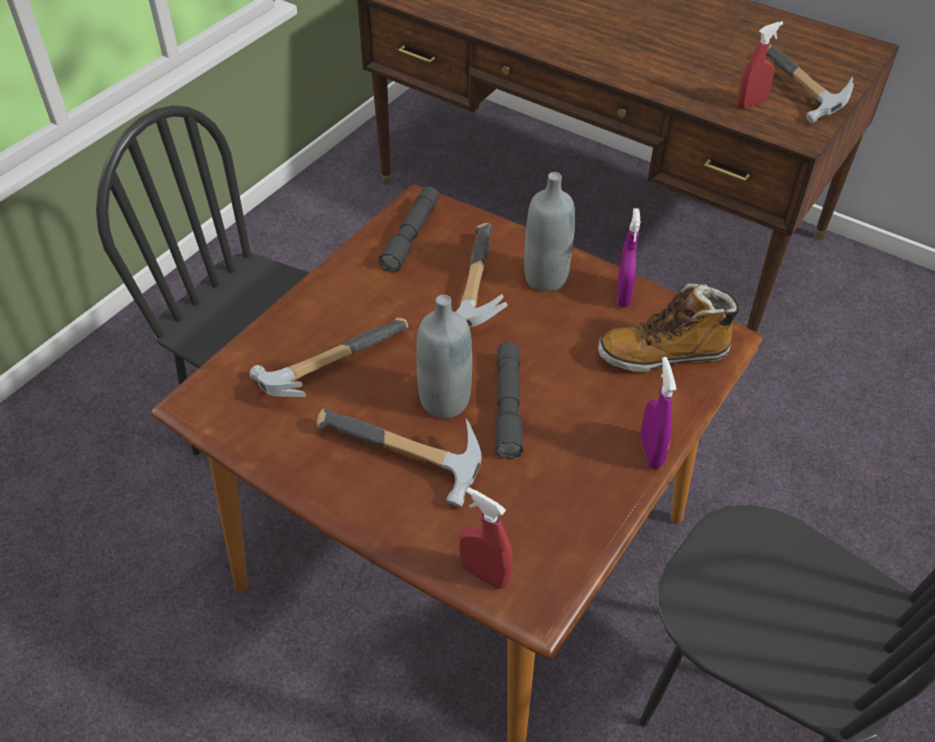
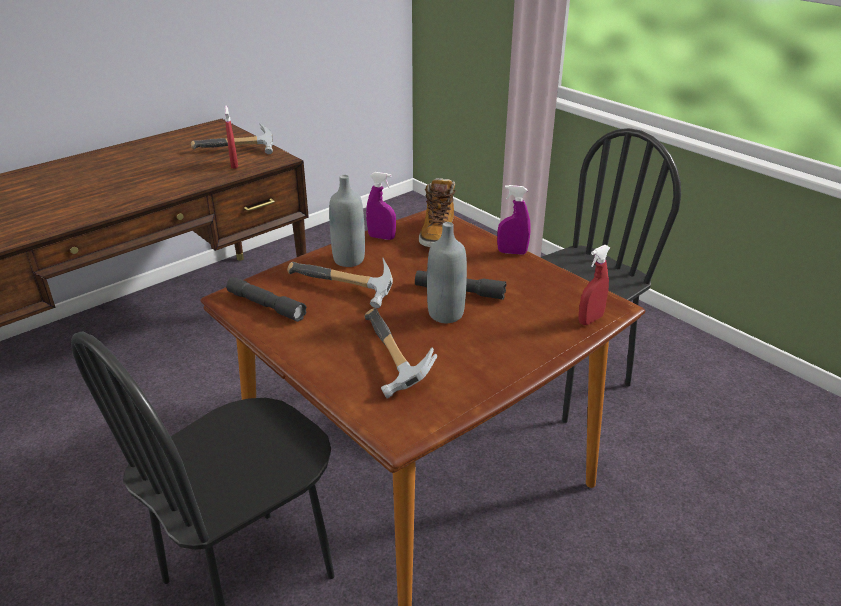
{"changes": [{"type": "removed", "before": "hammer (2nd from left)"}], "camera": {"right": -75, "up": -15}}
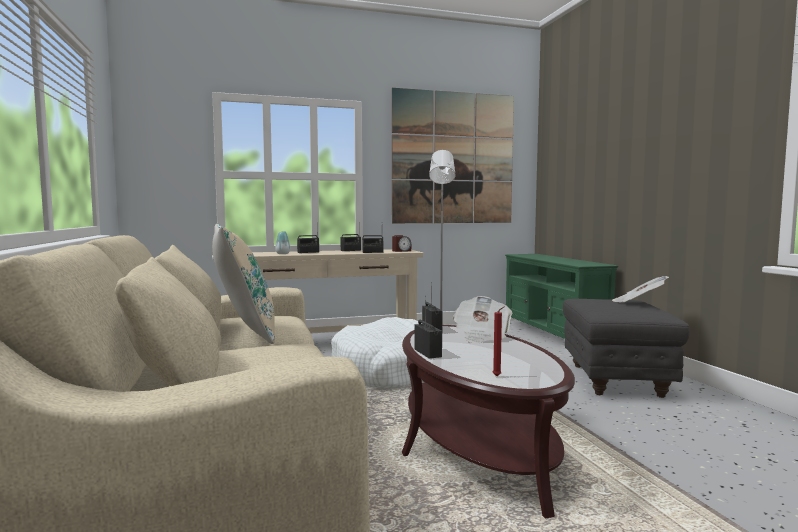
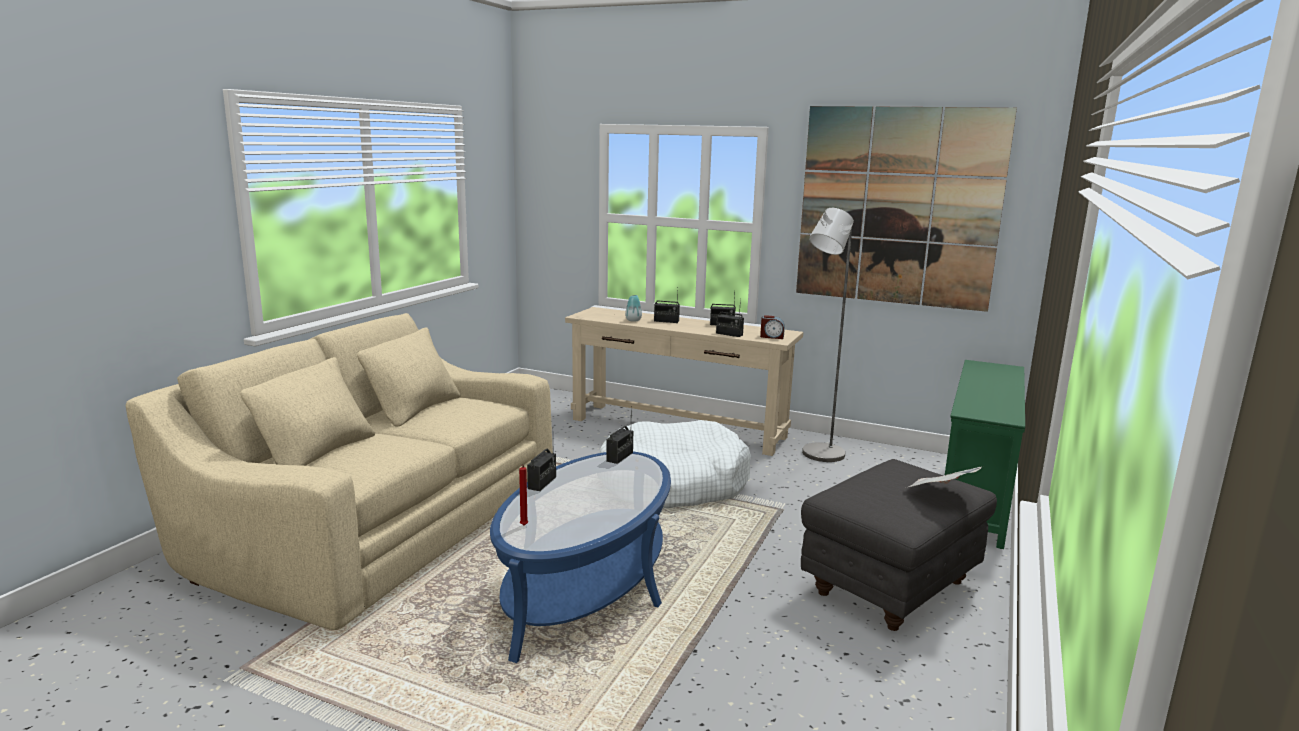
{"changes": [{"type": "removed", "before": "beige_pillow"}, {"type": "recoloured", "before": "brown_coffee_table", "after": "blue_coffee_table"}, {"type": "removed", "before": "newspaper (1st from left)"}], "camera": {"right": 40, "up": 10}}
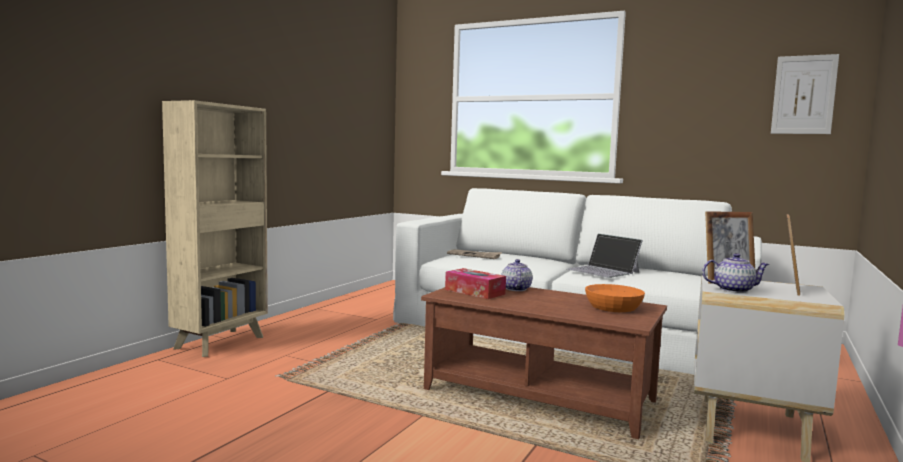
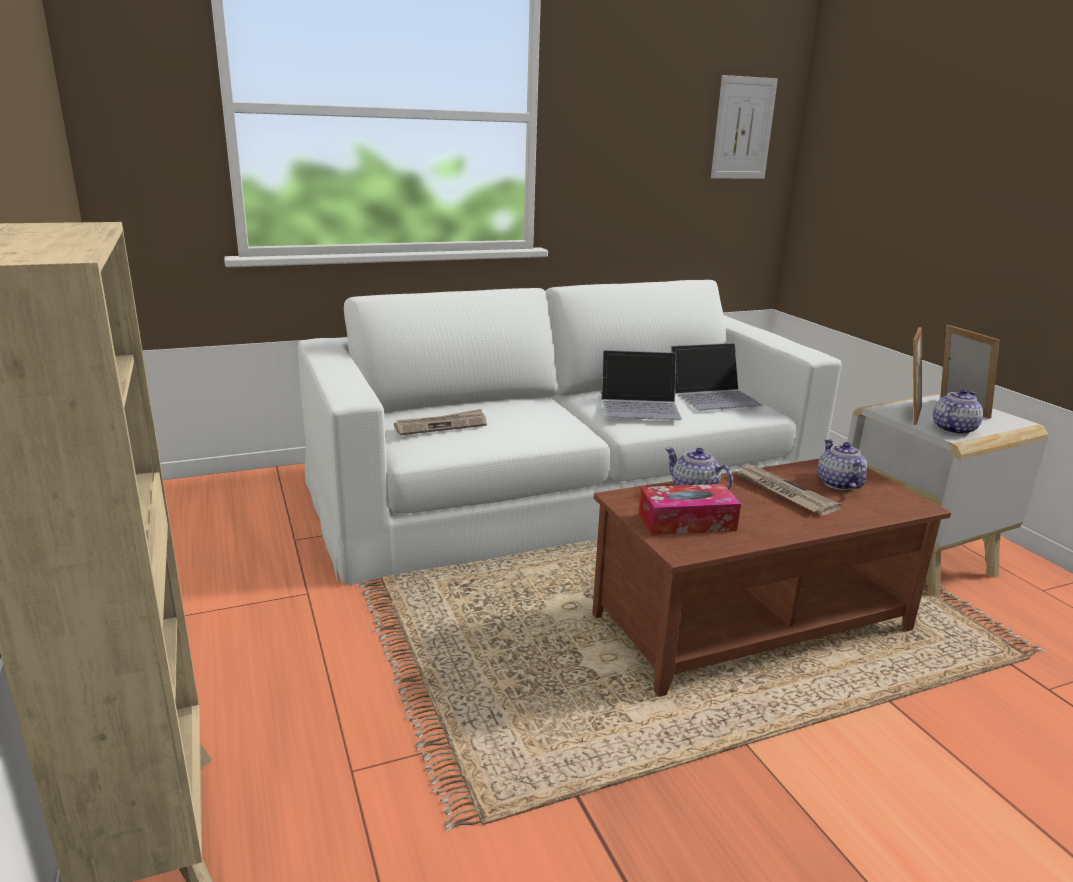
{"changes": [{"type": "replaced", "before": "orange_bowl", "after": "teapot (2nd from left)"}, {"type": "added", "after": "laptop (2nd from left)"}, {"type": "added", "after": "newspaper (2nd from left)"}], "camera": {"right": -50, "up": 15}}
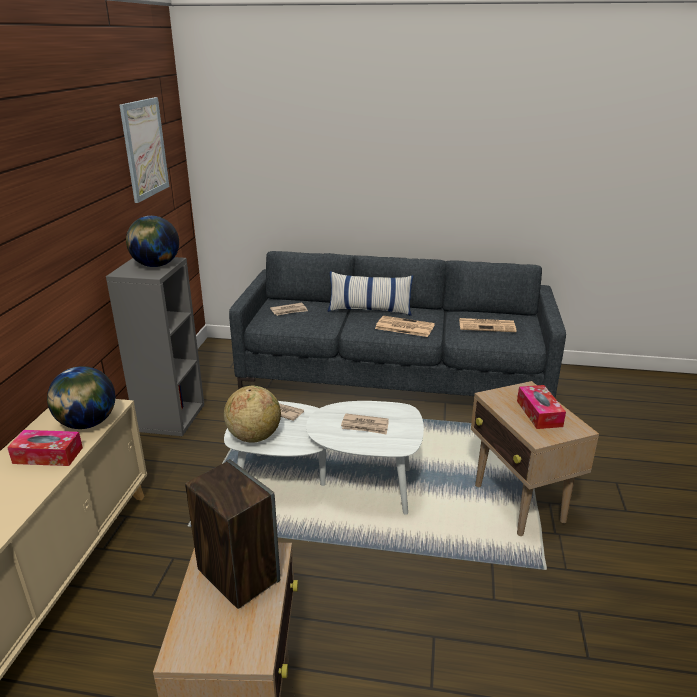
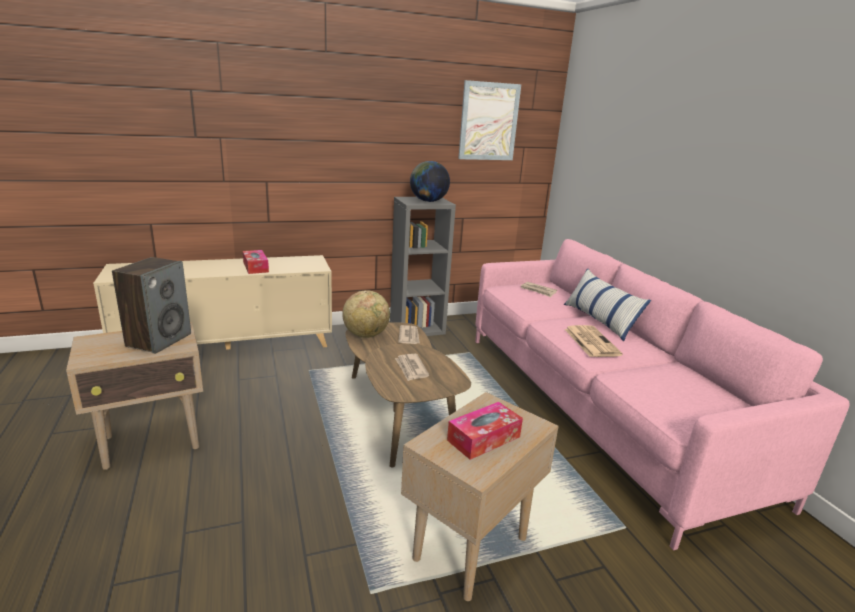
{"changes": [{"type": "removed", "before": "globe (1st from left)"}, {"type": "recoloured", "before": "white_coffee_table", "after": "brown_coffee_table"}, {"type": "recoloured", "before": "grey_sofa", "after": "pink_sofa"}, {"type": "removed", "before": "newspaper (5th from left)"}], "camera": {"right": 60, "up": -5}}
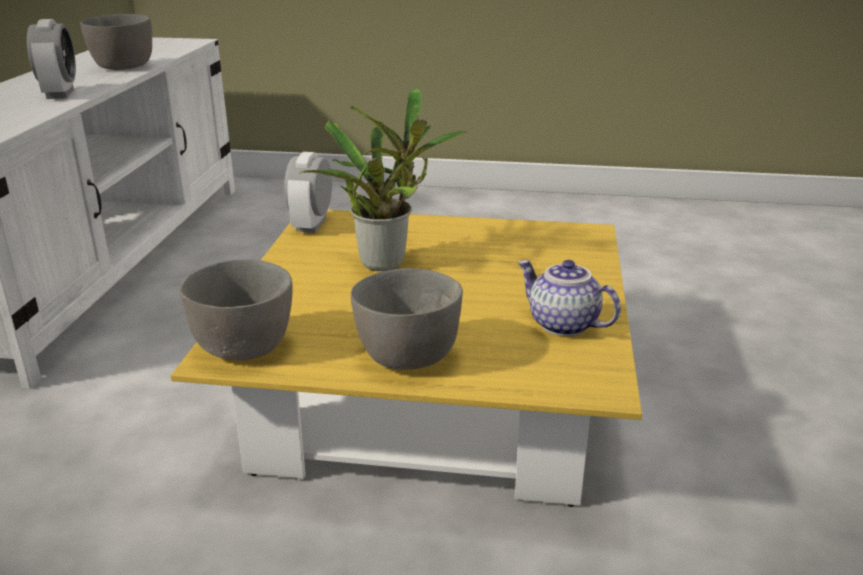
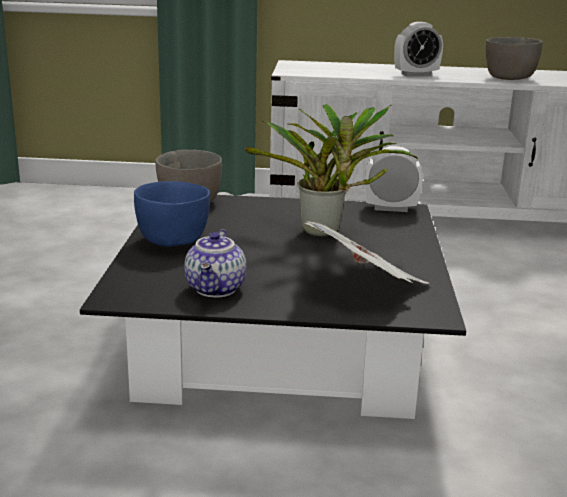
{"changes": [{"type": "recoloured", "before": "yellow_coffee_table", "after": "black_coffee_table"}, {"type": "recoloured", "before": "grey_bowl (3rd from left)", "after": "blue_bowl"}, {"type": "turned", "before": "teapot", "turn": 150}, {"type": "added", "after": "newspaper"}], "camera": {"right": 85, "up": -5}}
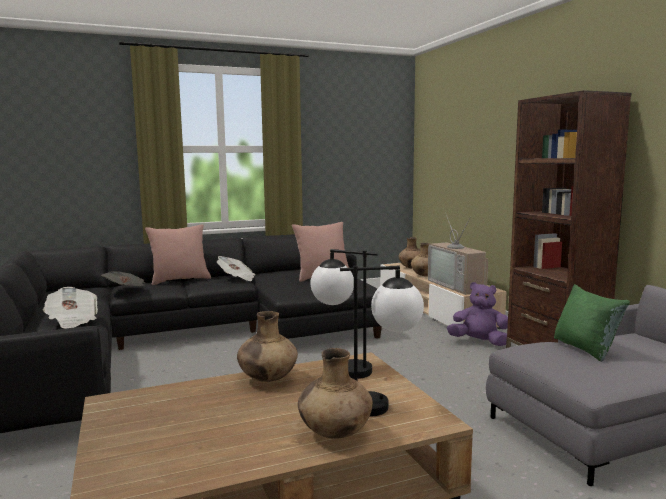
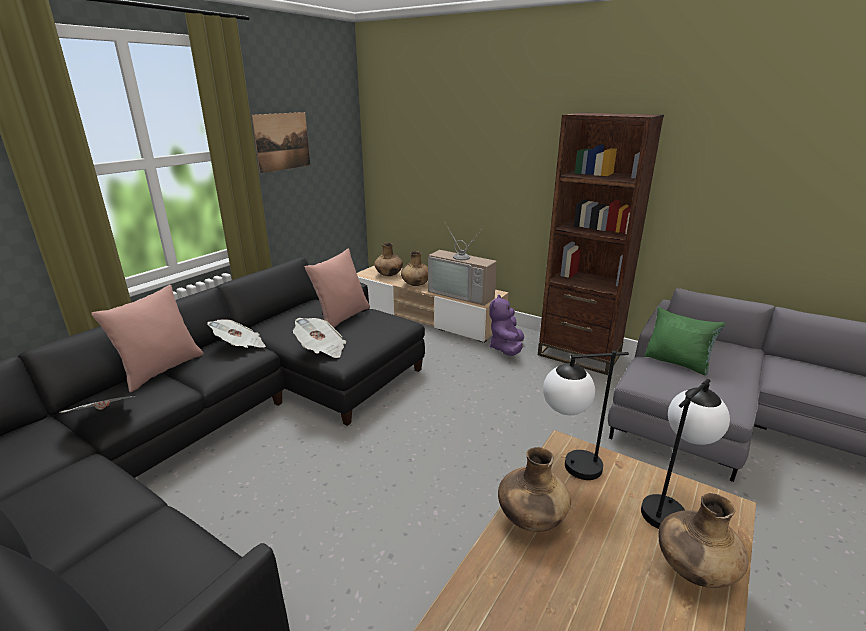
{"changes": [{"type": "moved", "before": "newspaper (1st from left in the first image)", "after": "newspaper (3rd from left)"}, {"type": "turned", "before": "purple_plush_toy", "turn": -60}, {"type": "added", "after": "picture"}], "camera": {"right": -35, "up": 15}}
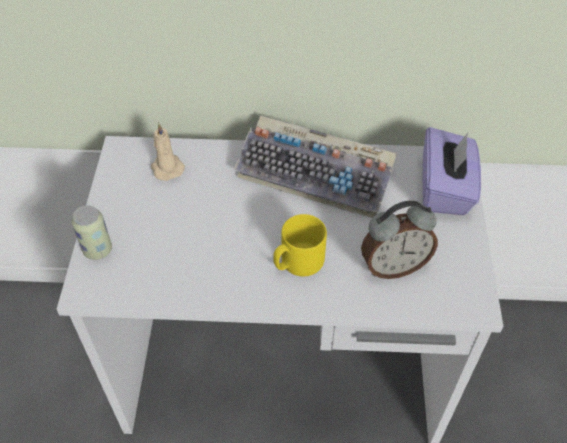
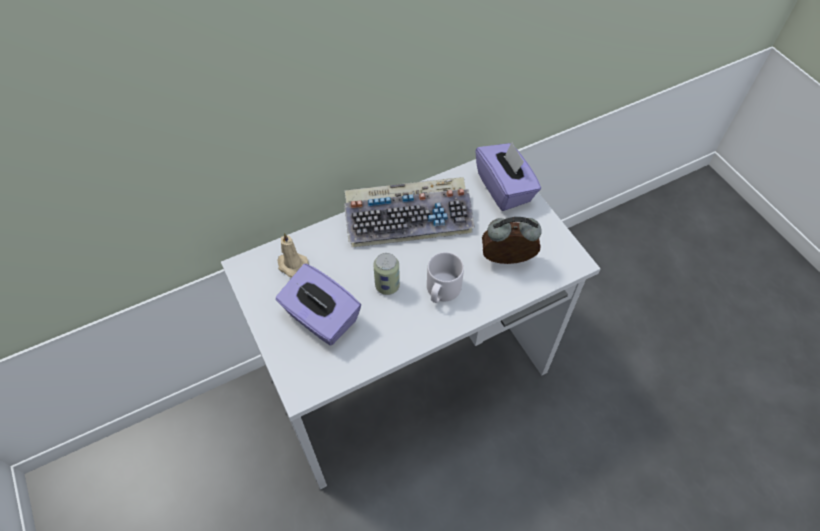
{"changes": [{"type": "moved", "before": "can"}, {"type": "recoloured", "before": "yellow_mug", "after": "white_mug"}, {"type": "turned", "before": "alarm_clock", "turn": -135}, {"type": "added", "after": "purple_tissue_box (1st from left)"}], "camera": {"right": -30, "up": 5}}
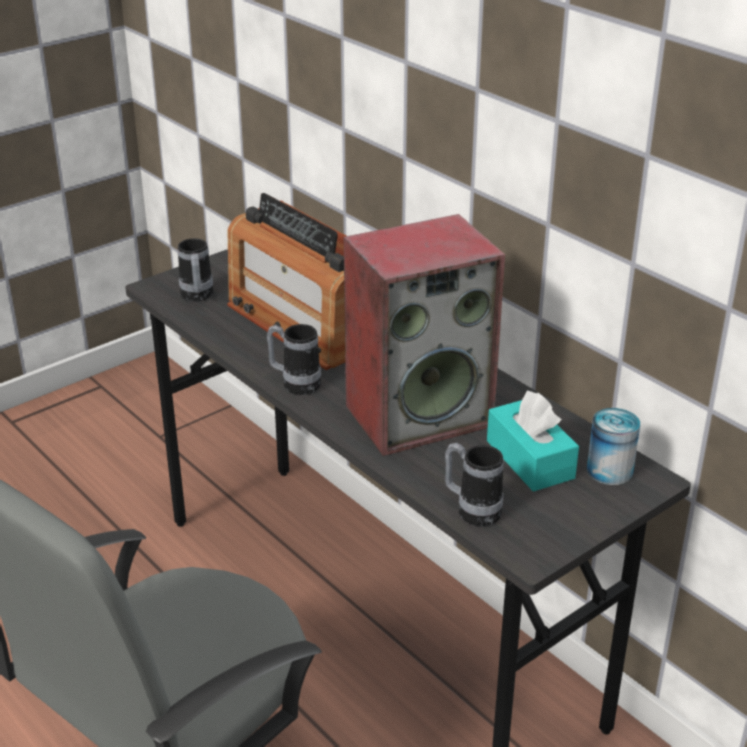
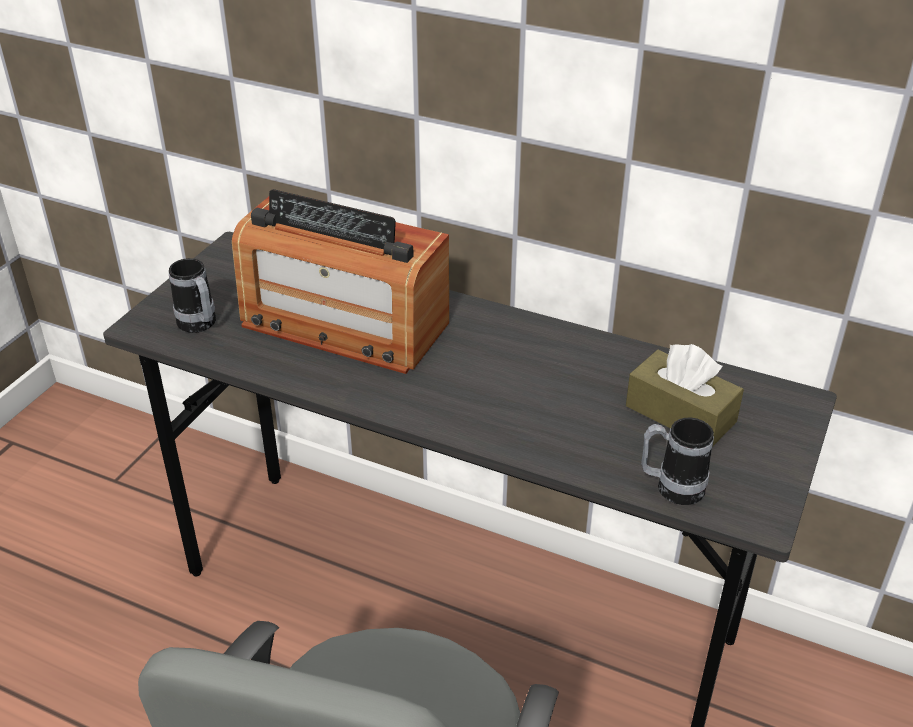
{"changes": [{"type": "removed", "before": "mug (2nd from left)"}, {"type": "removed", "before": "speaker"}, {"type": "recoloured", "before": "turquoise_tissue_box", "after": "brown_tissue_box"}, {"type": "removed", "before": "can"}], "camera": {"right": -25, "up": 5}}
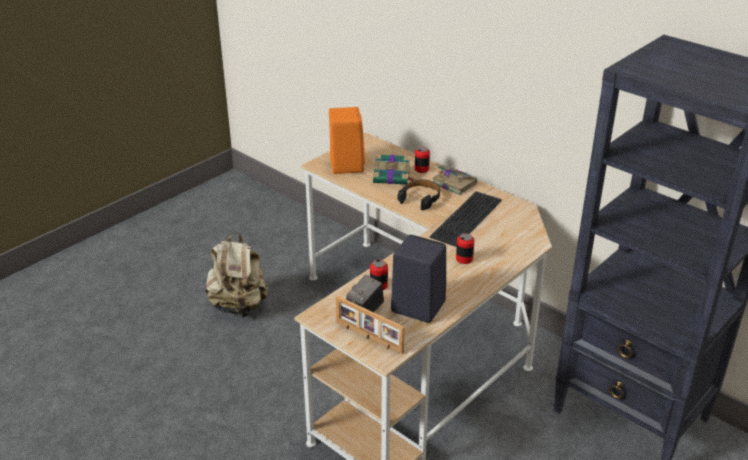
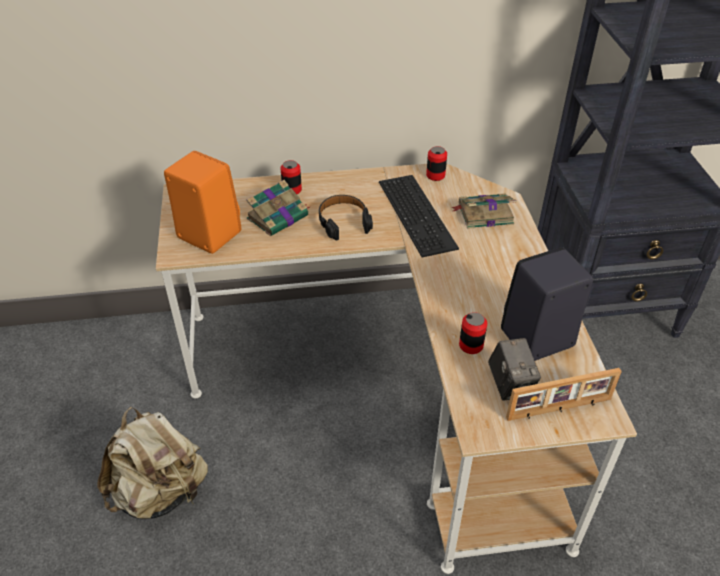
{"changes": [{"type": "moved", "before": "book (2nd from left)"}, {"type": "moved", "before": "can (3rd from left in the first image)", "after": "can (2nd from left)"}], "camera": {"right": -50, "up": 10}}
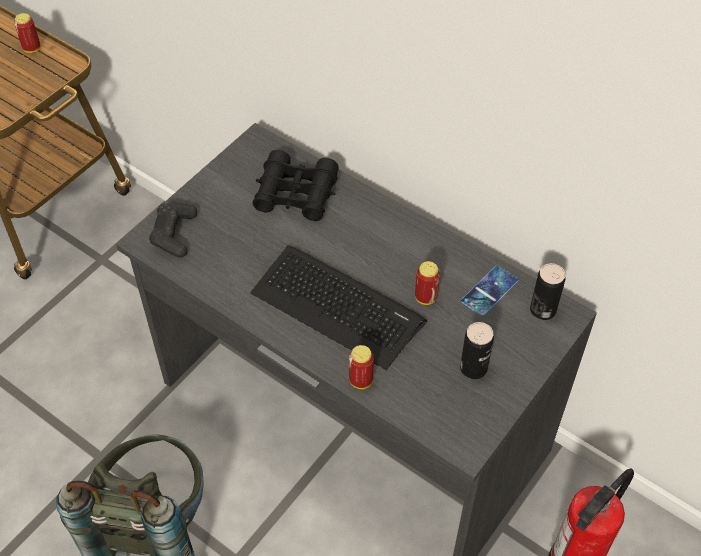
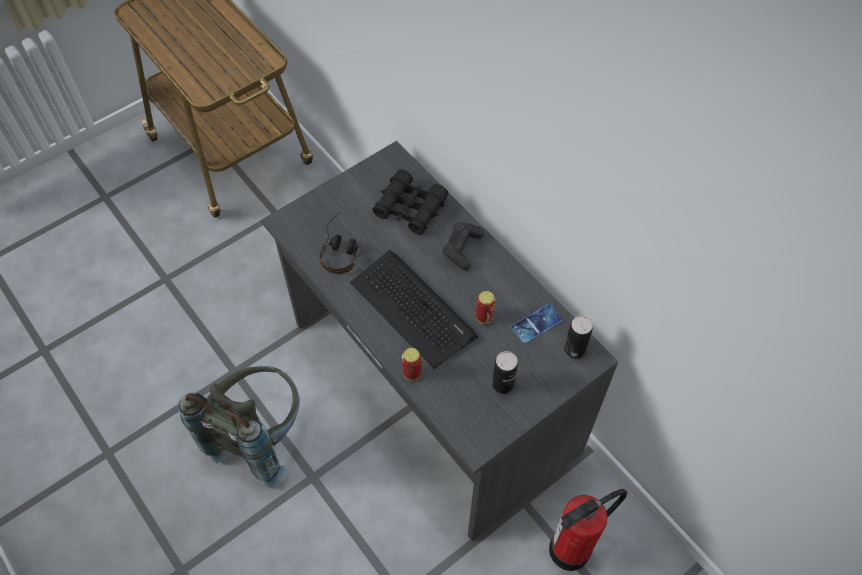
{"changes": [{"type": "removed", "before": "can (1st from left)"}, {"type": "moved", "before": "black_game_controller"}, {"type": "added", "after": "headphones"}], "camera": {"right": 15, "up": 5}}
